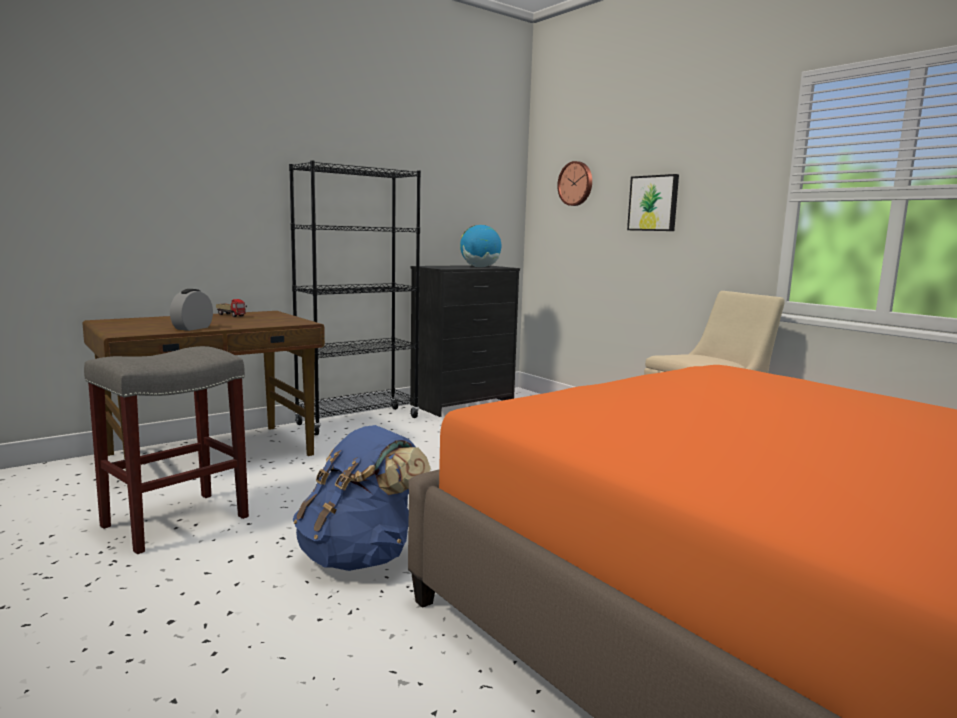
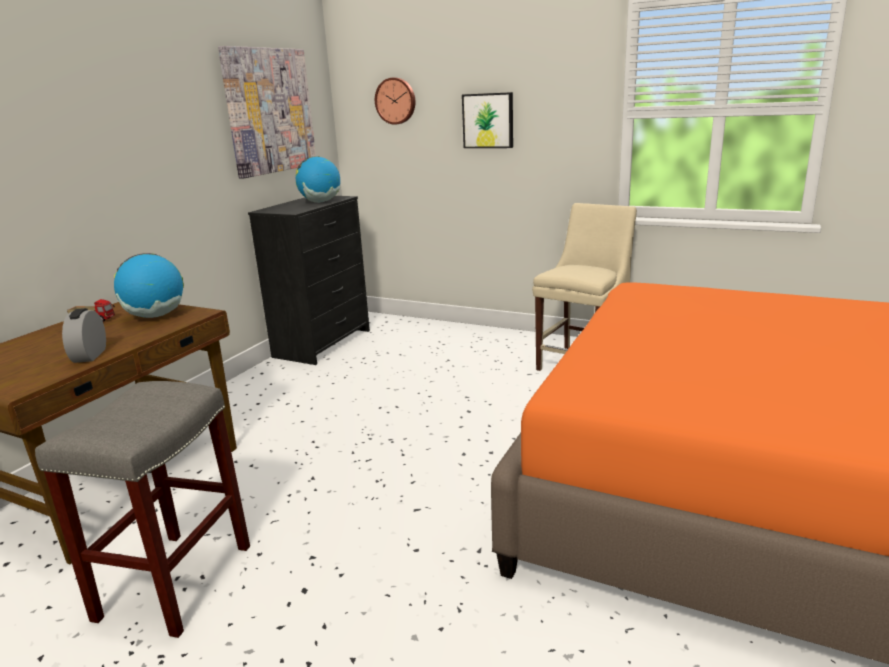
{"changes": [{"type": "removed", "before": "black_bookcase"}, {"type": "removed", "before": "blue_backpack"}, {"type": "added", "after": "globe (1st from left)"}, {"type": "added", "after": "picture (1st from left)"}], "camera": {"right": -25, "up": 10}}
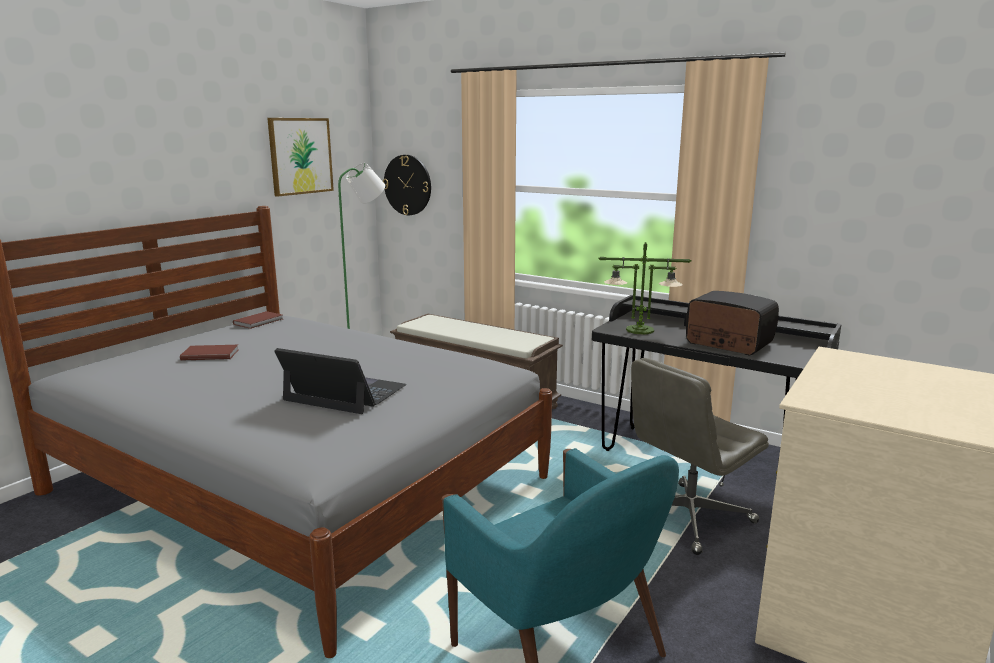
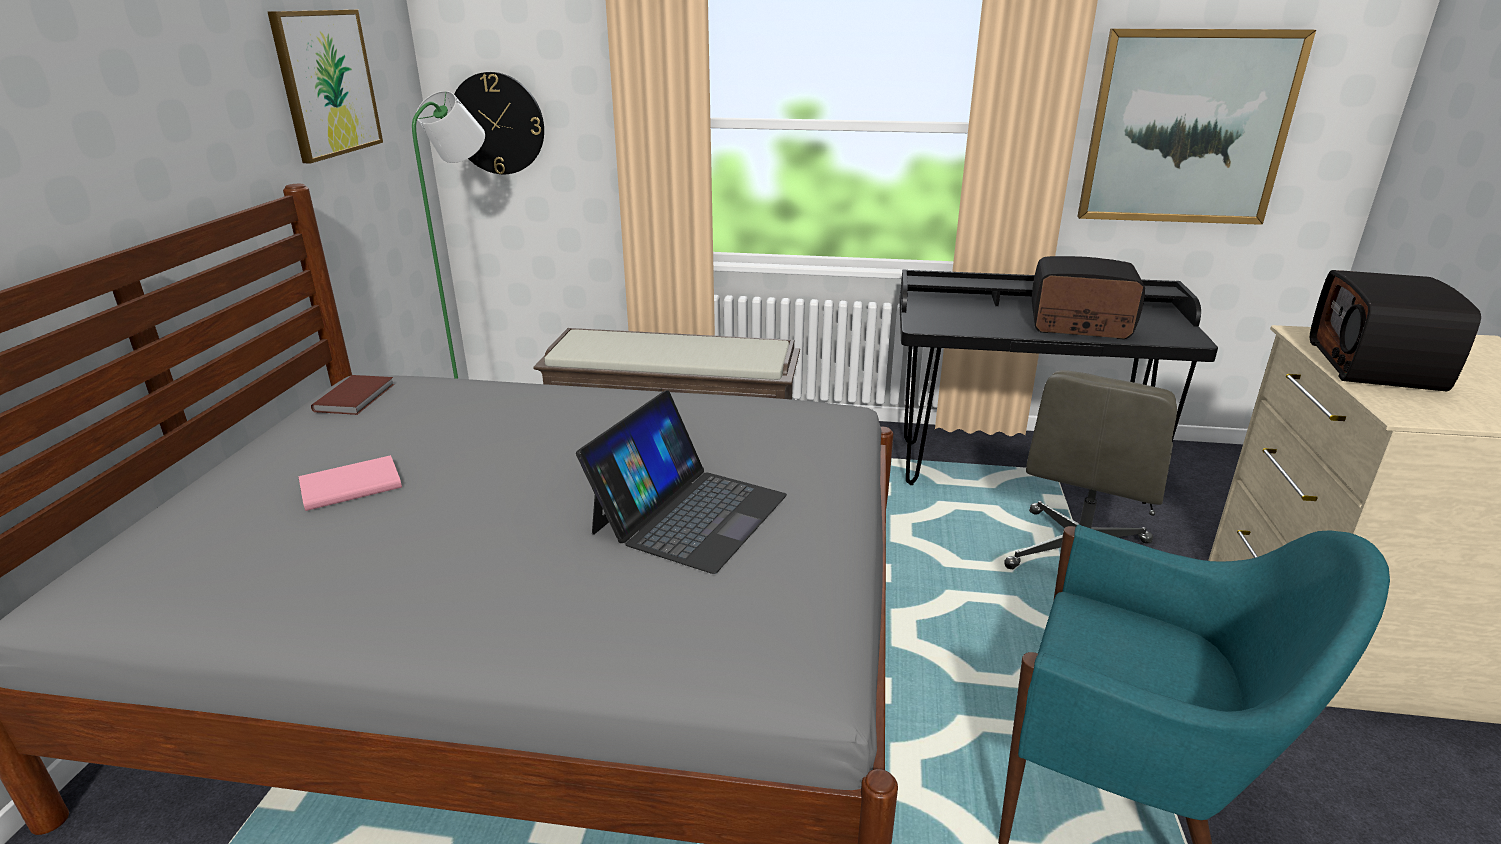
{"changes": [{"type": "recoloured", "before": "brown_book (1st from left)", "after": "pink_book"}, {"type": "turned", "before": "laptop", "turn": 120}, {"type": "removed", "before": "table_lamp"}, {"type": "added", "after": "picture (2nd from left)"}, {"type": "added", "after": "radio (2nd from left)"}], "camera": {"right": -25, "up": 10}}
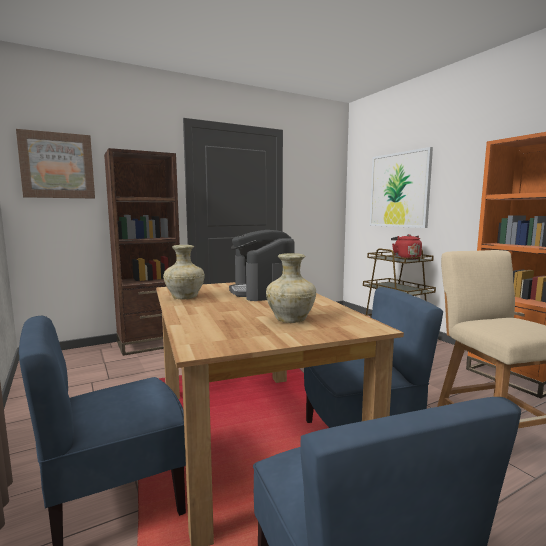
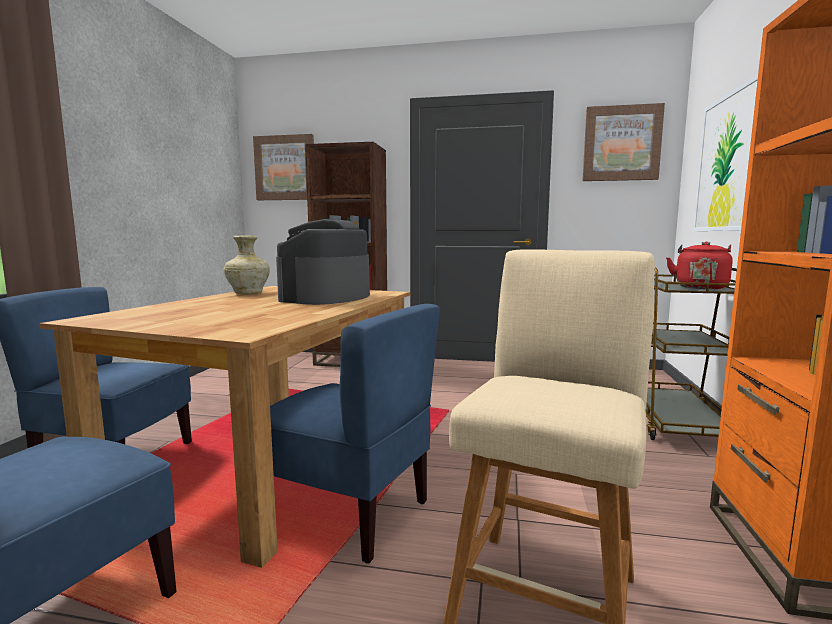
{"changes": [{"type": "removed", "before": "beige_vase (2nd from left)"}, {"type": "added", "after": "picture (2nd from left)"}], "camera": {"right": 40, "up": 0}}
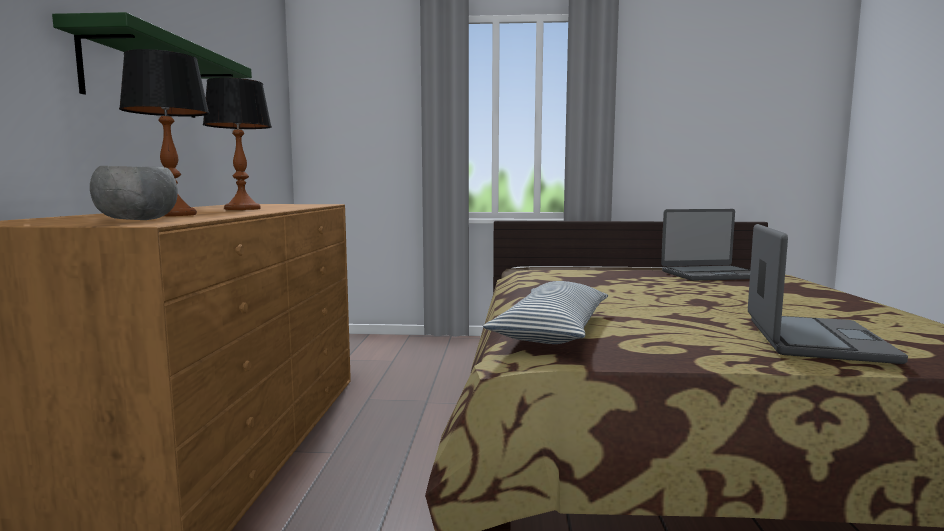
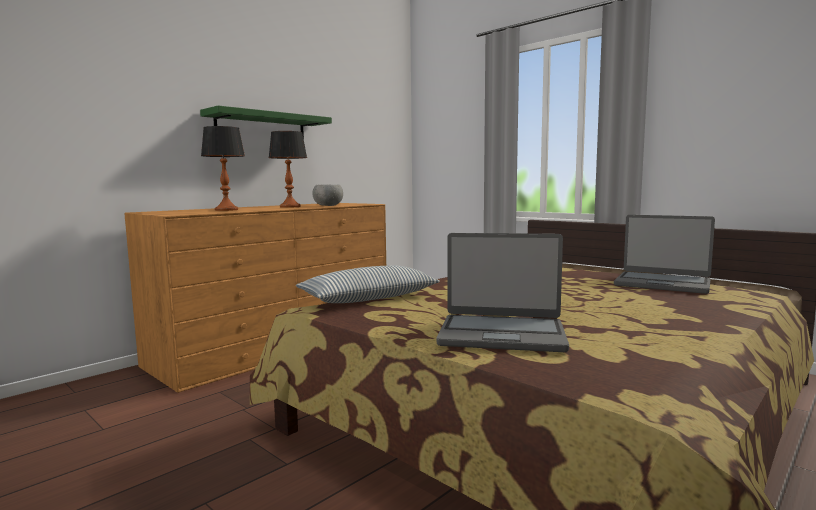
{"changes": [{"type": "moved", "before": "grey_bowl"}, {"type": "turned", "before": "laptop (2nd from left in the first image)", "turn": 45}], "camera": {"right": 40, "up": 0}}
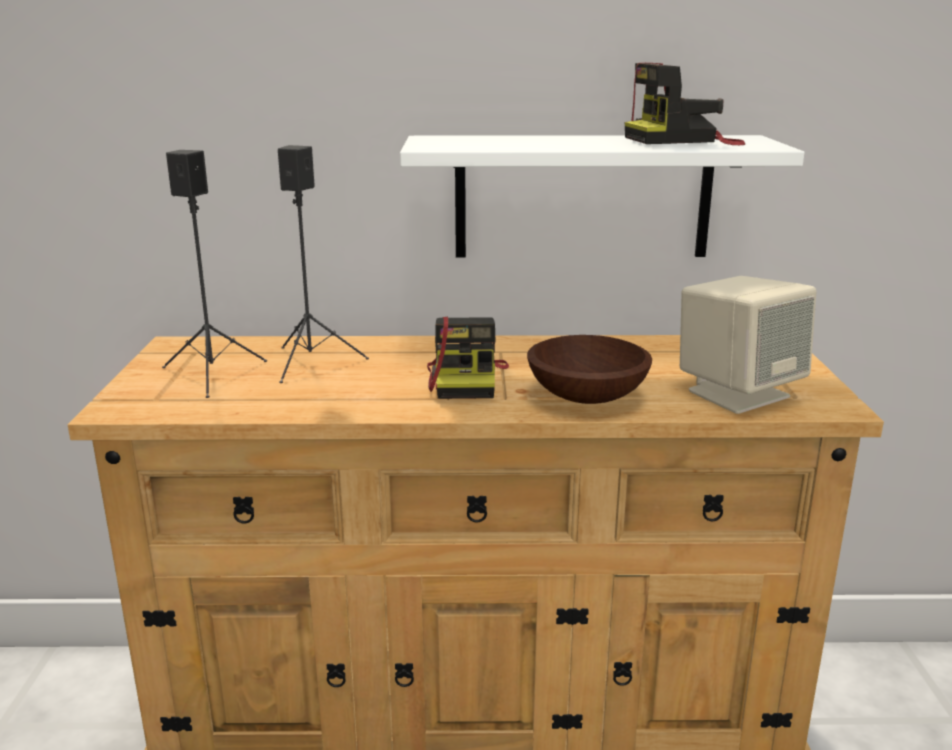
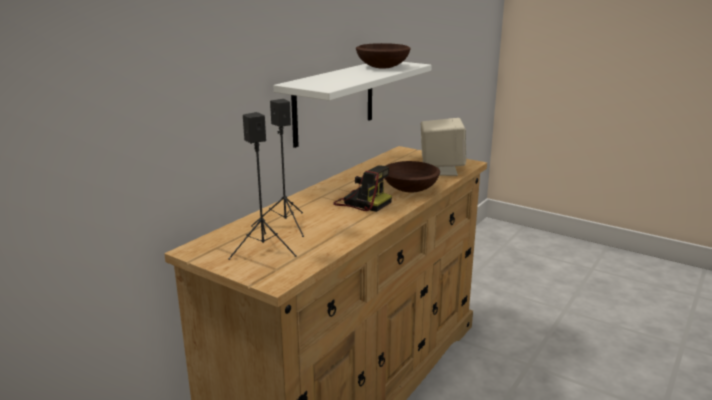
{"changes": [{"type": "replaced", "before": "photo_camera (2nd from left)", "after": "brown_bowl (1st from left)"}], "camera": {"right": -55, "up": 0}}
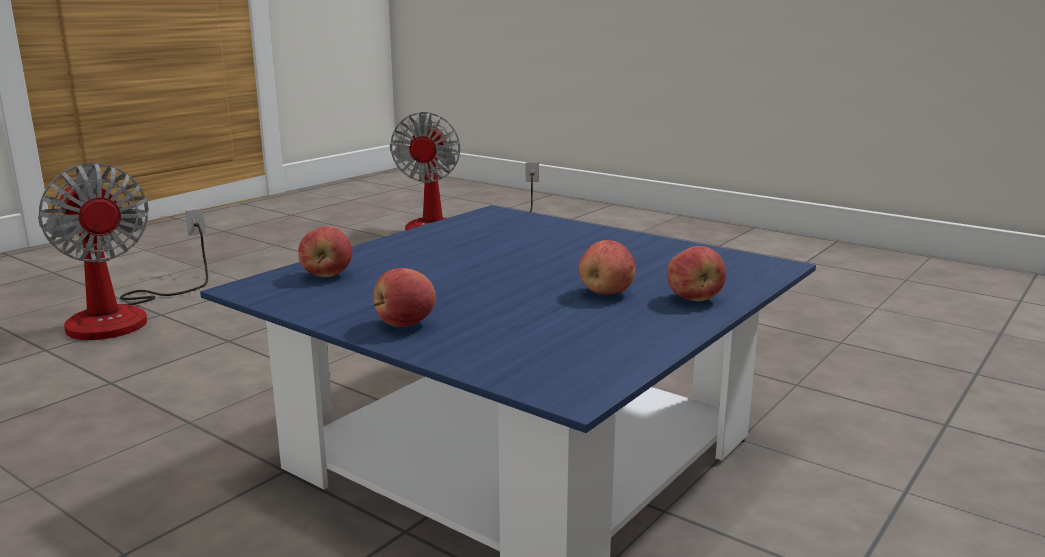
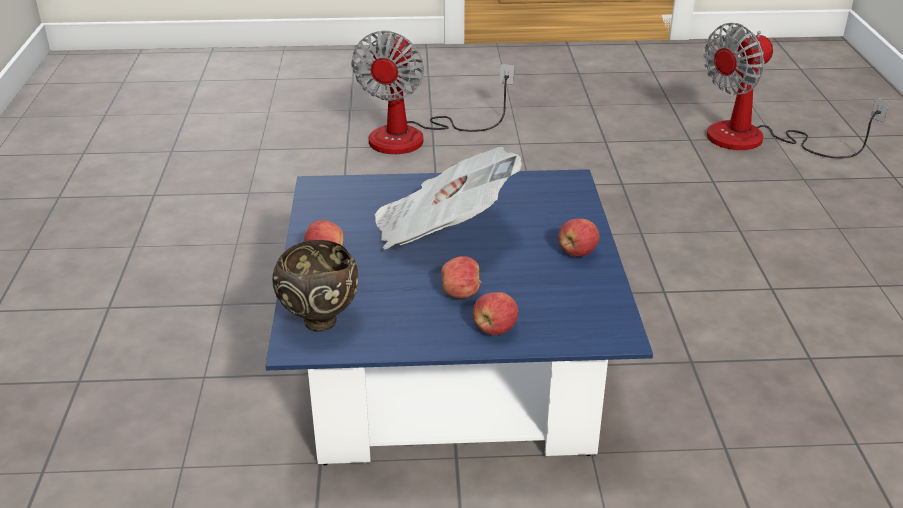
{"changes": [{"type": "moved", "before": "apple (1st from left in the first image)", "after": "apple (4th from left)"}, {"type": "added", "after": "brown_bowl"}, {"type": "added", "after": "newspaper"}], "camera": {"right": 50, "up": 15}}
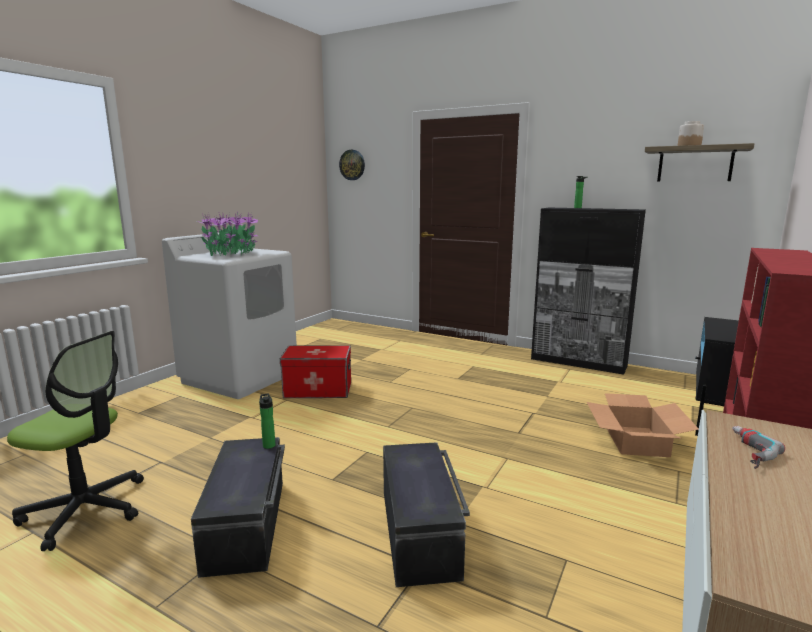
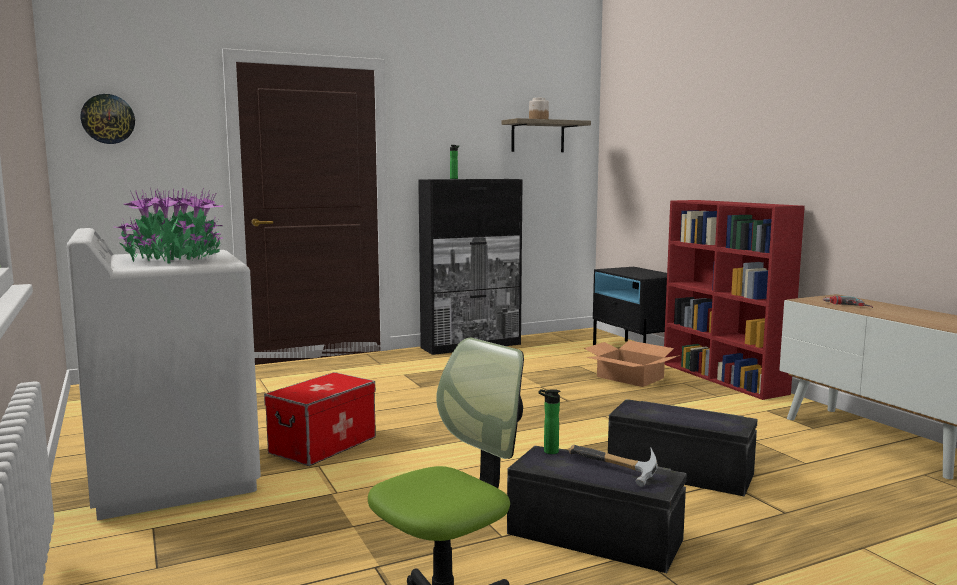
{"changes": [{"type": "added", "after": "hammer"}], "camera": {"right": -55, "up": -5}}
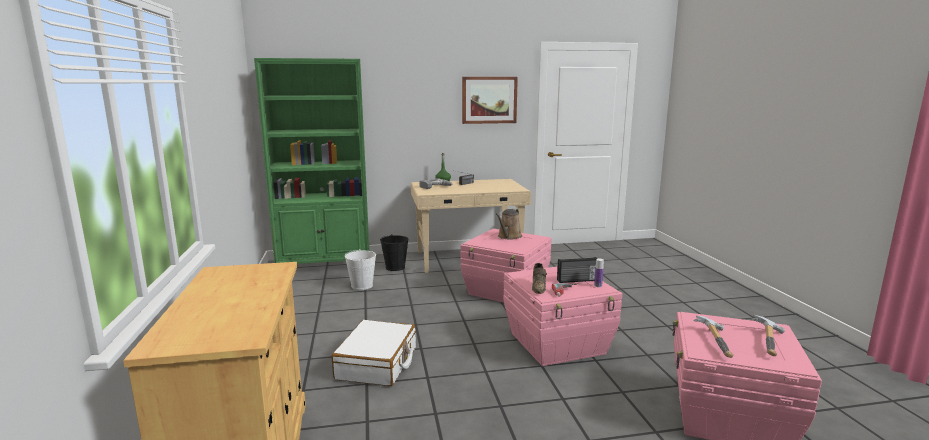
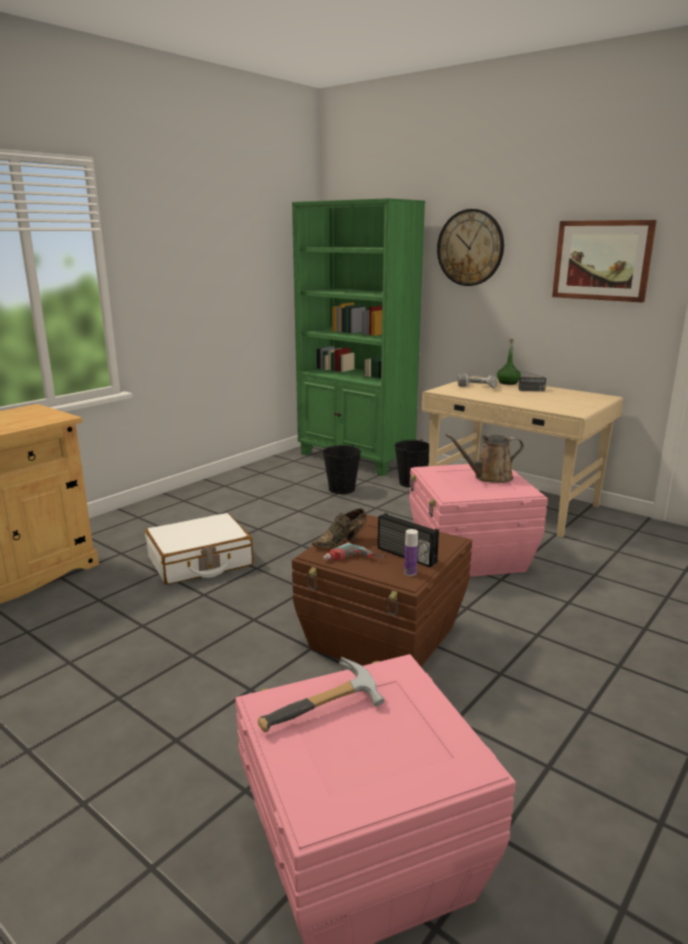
{"changes": [{"type": "recoloured", "before": "white_bucket", "after": "black_bucket (1st from left)"}, {"type": "recoloured", "before": "pink_storage_box (2nd from left)", "after": "brown_storage_box"}, {"type": "removed", "before": "hammer (2nd from left)"}, {"type": "added", "after": "wall_clock"}], "camera": {"right": 50, "up": 5}}
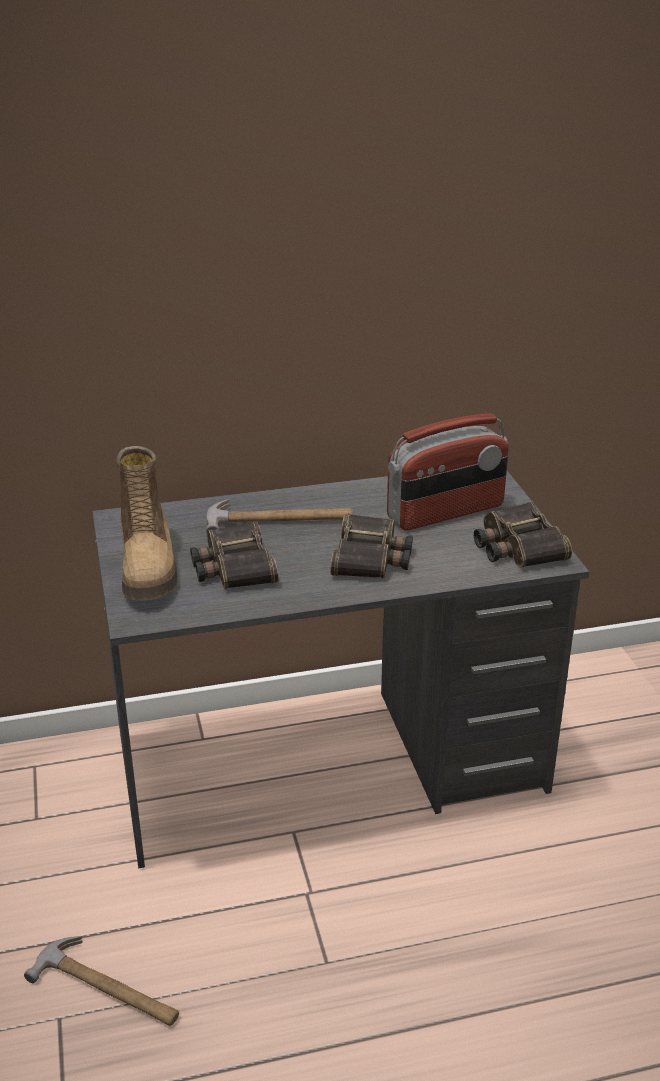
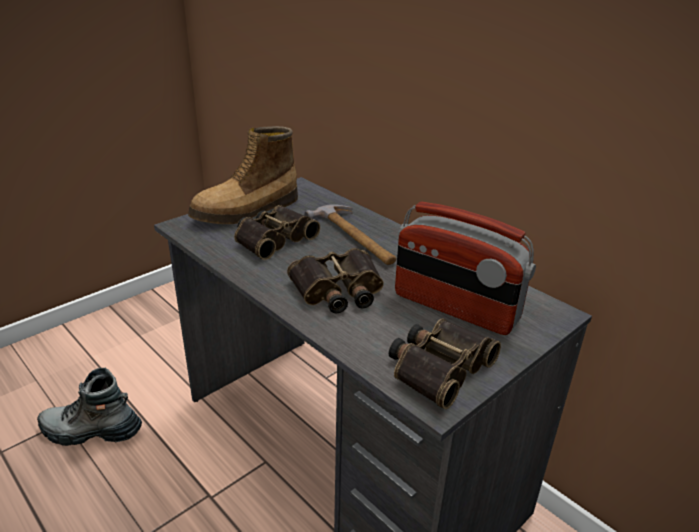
{"changes": [{"type": "replaced", "before": "hammer (1st from left)", "after": "boot (1st from left)"}], "camera": {"right": 60, "up": 0}}
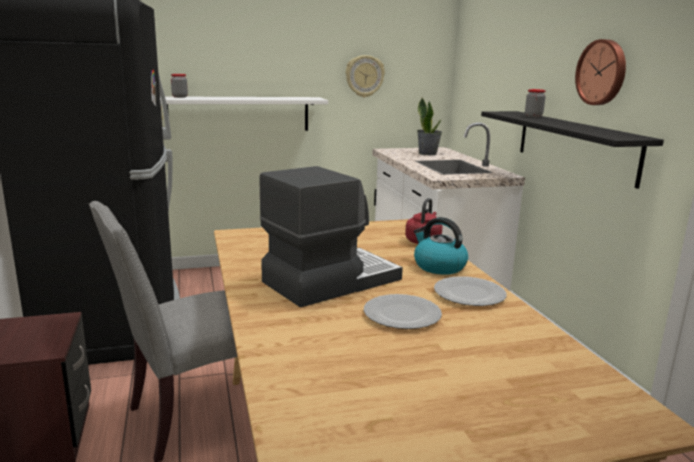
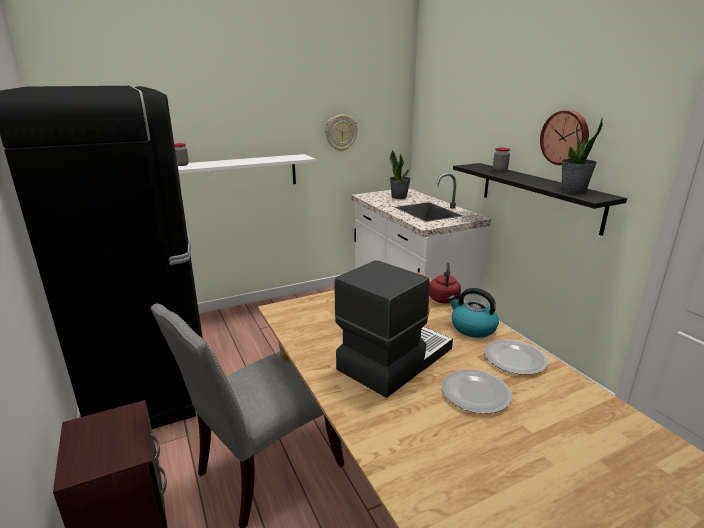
{"changes": [{"type": "added", "after": "potted_plant (2nd from left)"}], "camera": {"right": -10, "up": 5}}
